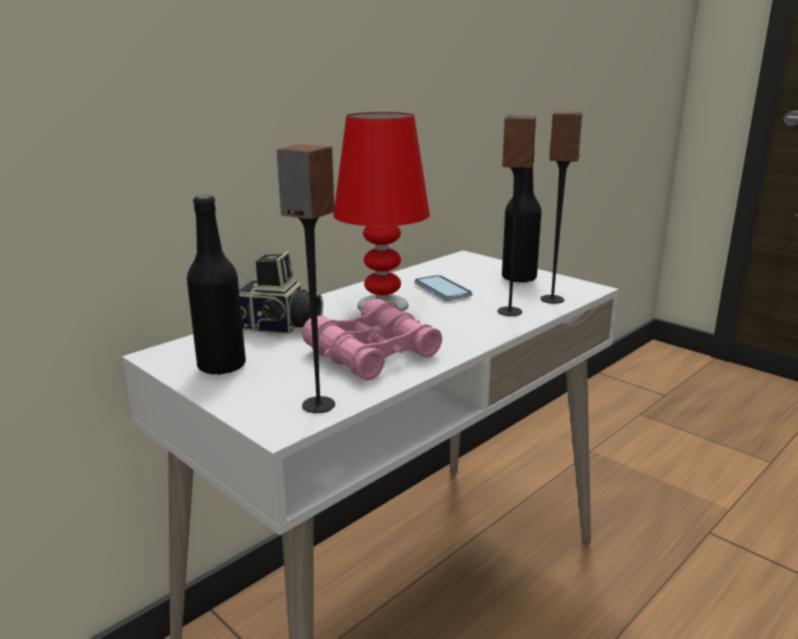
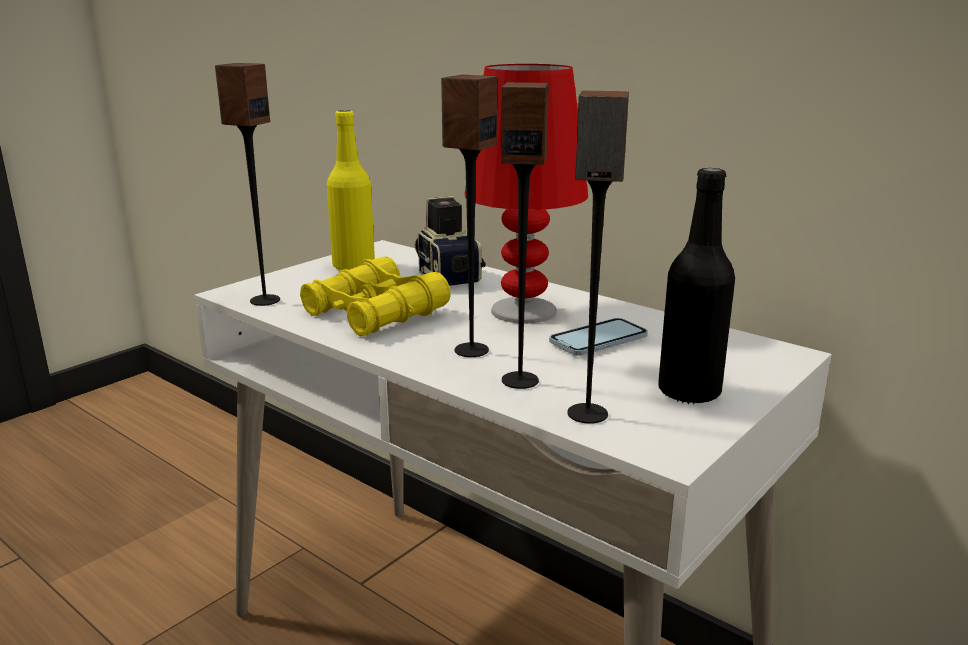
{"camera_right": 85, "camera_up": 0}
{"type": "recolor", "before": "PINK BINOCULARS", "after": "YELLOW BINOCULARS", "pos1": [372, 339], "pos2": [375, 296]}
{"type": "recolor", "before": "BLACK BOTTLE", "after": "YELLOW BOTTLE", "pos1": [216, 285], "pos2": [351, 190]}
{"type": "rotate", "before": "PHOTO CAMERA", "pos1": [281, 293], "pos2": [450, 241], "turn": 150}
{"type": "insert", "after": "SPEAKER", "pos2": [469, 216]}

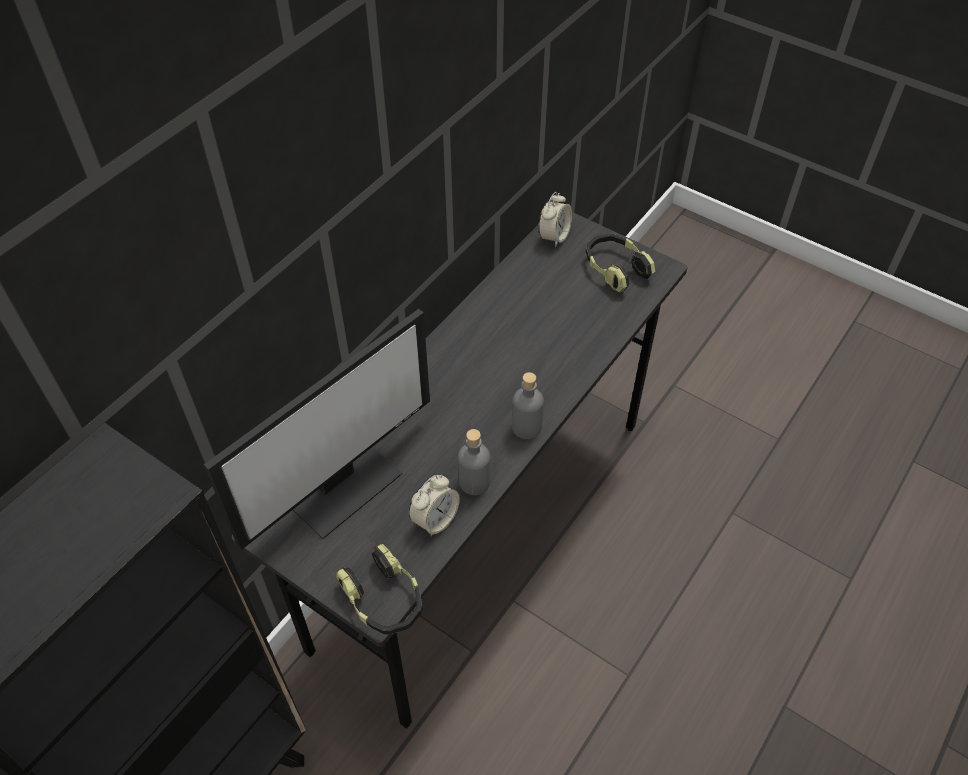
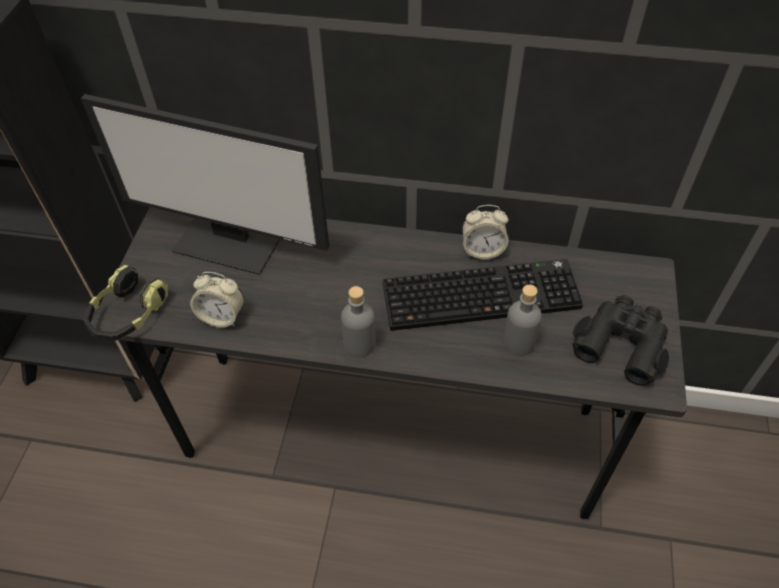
{"camera_right": 65, "camera_up": 0}
{"type": "insert", "after": "KEYBOARD", "pos2": [483, 295]}
{"type": "move", "before": "ALARM CLOCK", "pos1": [555, 219], "pos2": [485, 232]}
{"type": "move", "before": "GREY BOTTLE", "pos1": [474, 462], "pos2": [522, 320]}
{"type": "replace", "before": "HEADPHONES", "after": "BLACK BINOCULARS", "pos1": [620, 263], "pos2": [621, 340]}

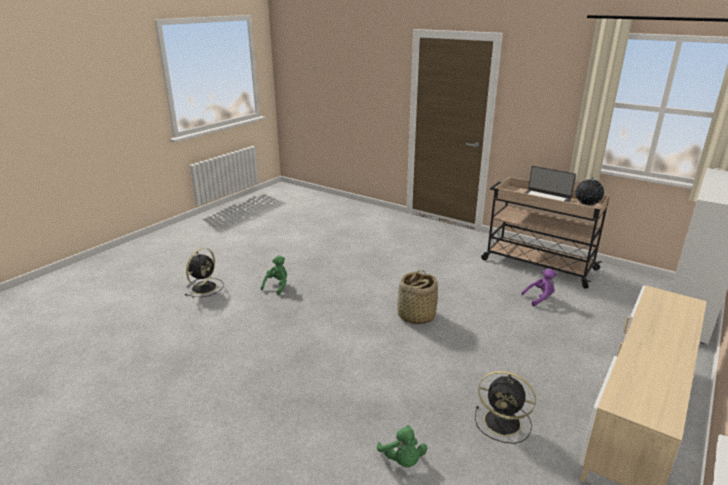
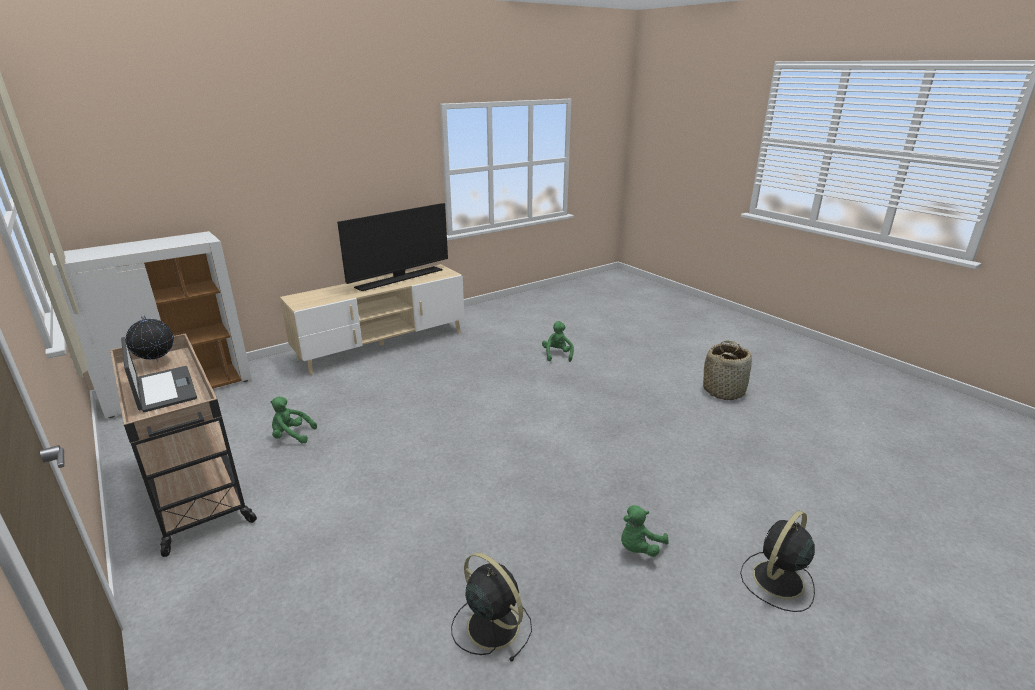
{"camera_right": -160, "camera_up": 0}
{"type": "recolor", "before": "PURPLE PLUSH TOY", "after": "GREEN PLUSH TOY", "pos1": [539, 287], "pos2": [293, 420]}
{"type": "insert", "after": "TELEVISION", "pos2": [392, 247]}
{"type": "move", "before": "BLACK FAN", "pos1": [505, 407], "pos2": [491, 607]}
{"type": "move", "before": "BASKET", "pos1": [417, 297], "pos2": [727, 370]}

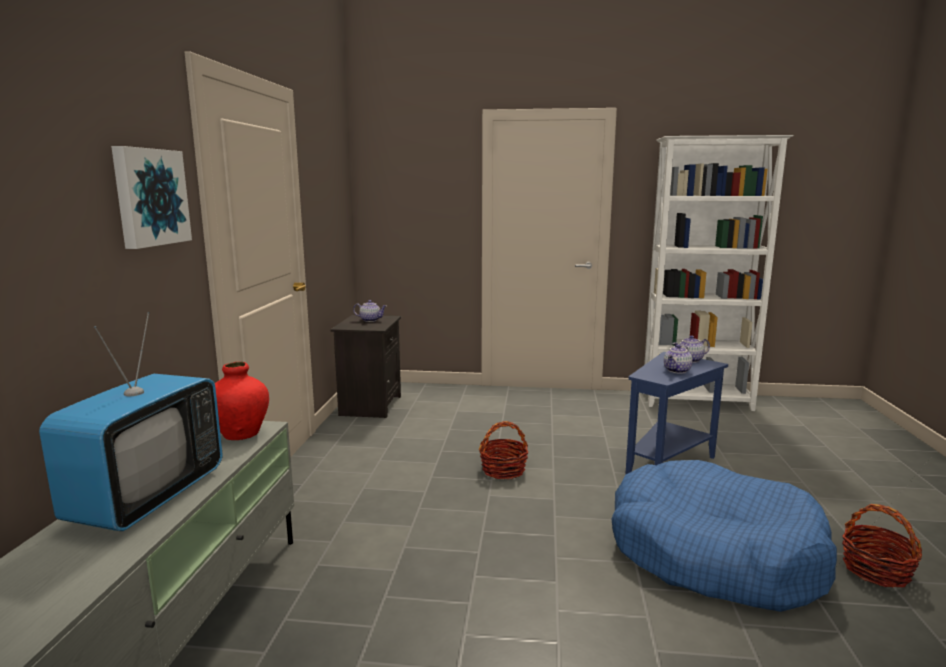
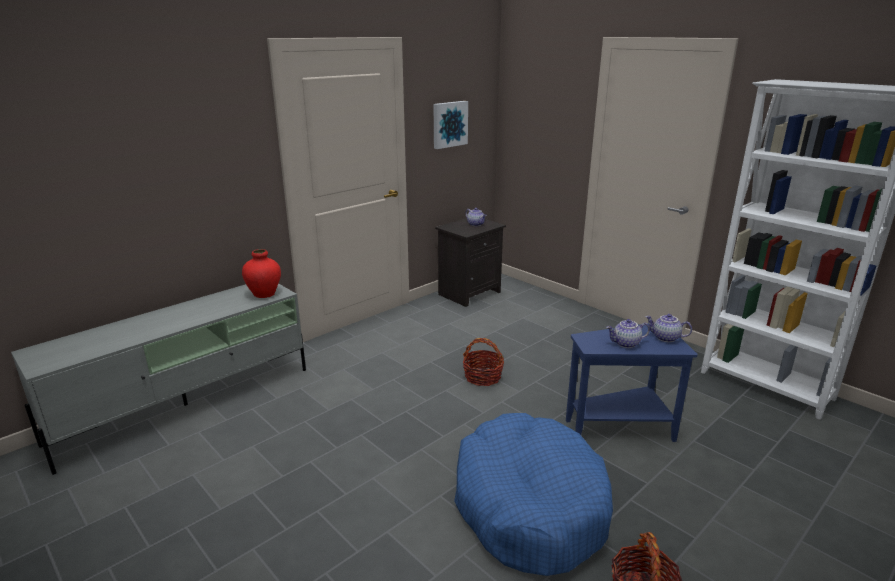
{"camera_right": 40, "camera_up": 10}
{"type": "move", "before": "PICTURE", "pos1": [151, 197], "pos2": [451, 125]}
{"type": "delete", "before": "TELEVISION", "pos1": [131, 421]}

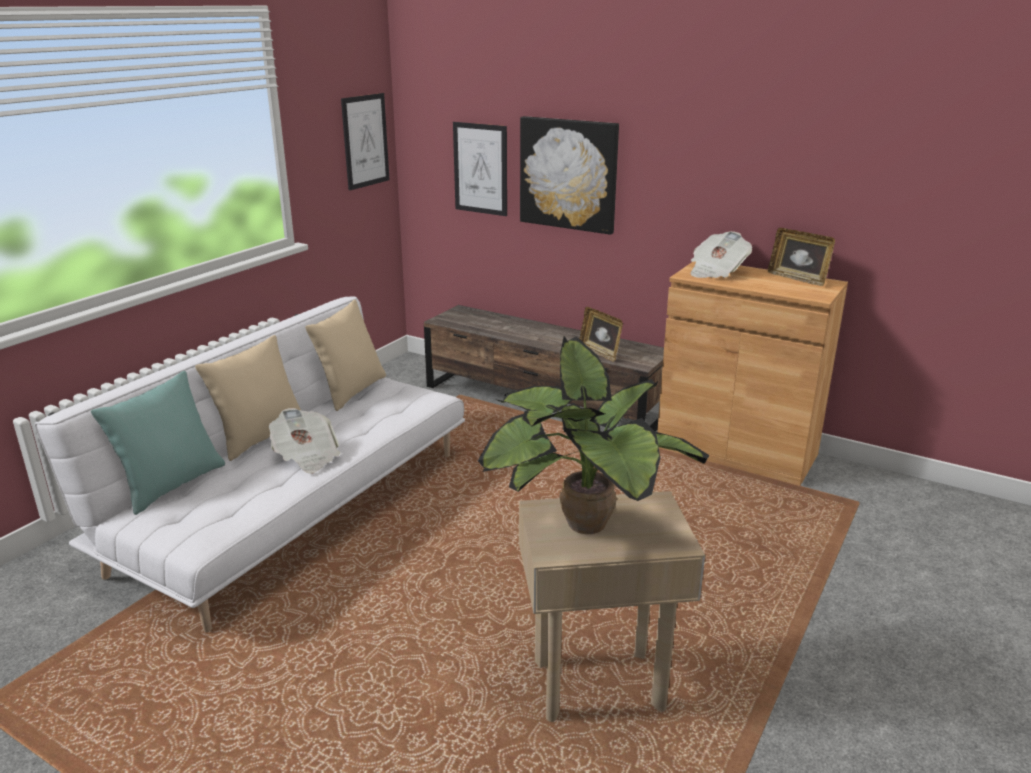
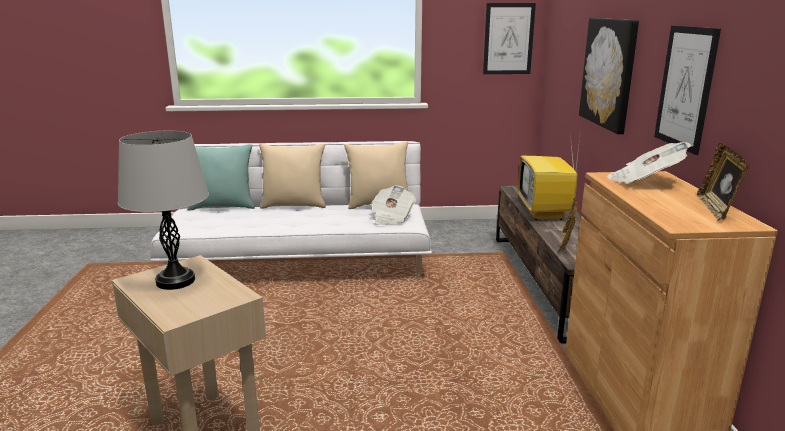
{"camera_right": 55, "camera_up": -5}
{"type": "replace", "before": "POTTED PLANT", "after": "GREY TABLE LAMP", "pos1": [594, 435], "pos2": [163, 210]}
{"type": "move", "before": "NEWSPAPER", "pos1": [305, 441], "pos2": [393, 205]}
{"type": "insert", "after": "TELEVISION", "pos2": [549, 177]}
{"type": "move", "before": "PICTURE", "pos1": [480, 169], "pos2": [687, 90]}

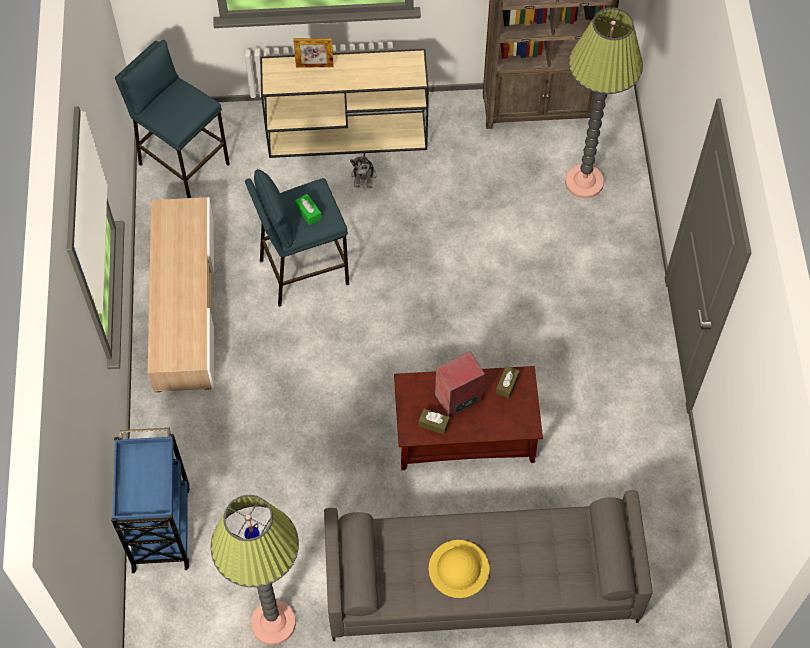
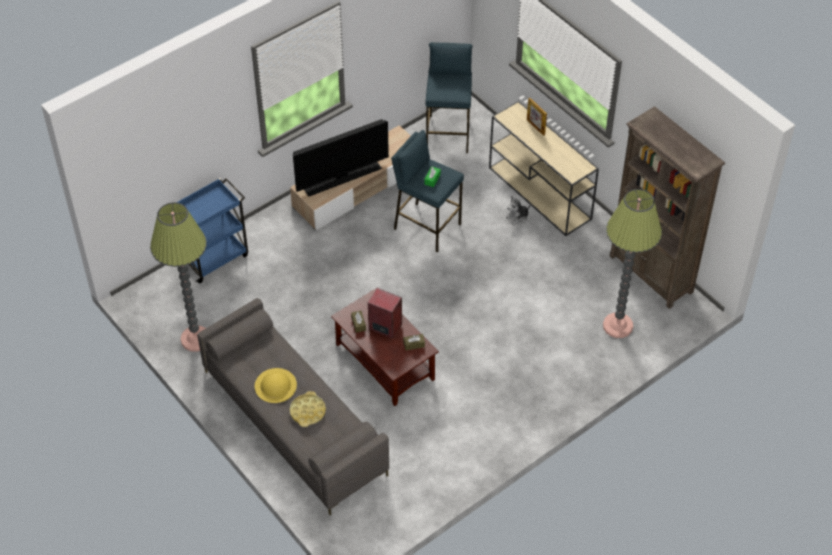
{"camera_right": 55, "camera_up": -10}
{"type": "insert", "after": "YELLOW TRAY", "pos2": [308, 409]}
{"type": "insert", "after": "TELEVISION", "pos2": [341, 158]}

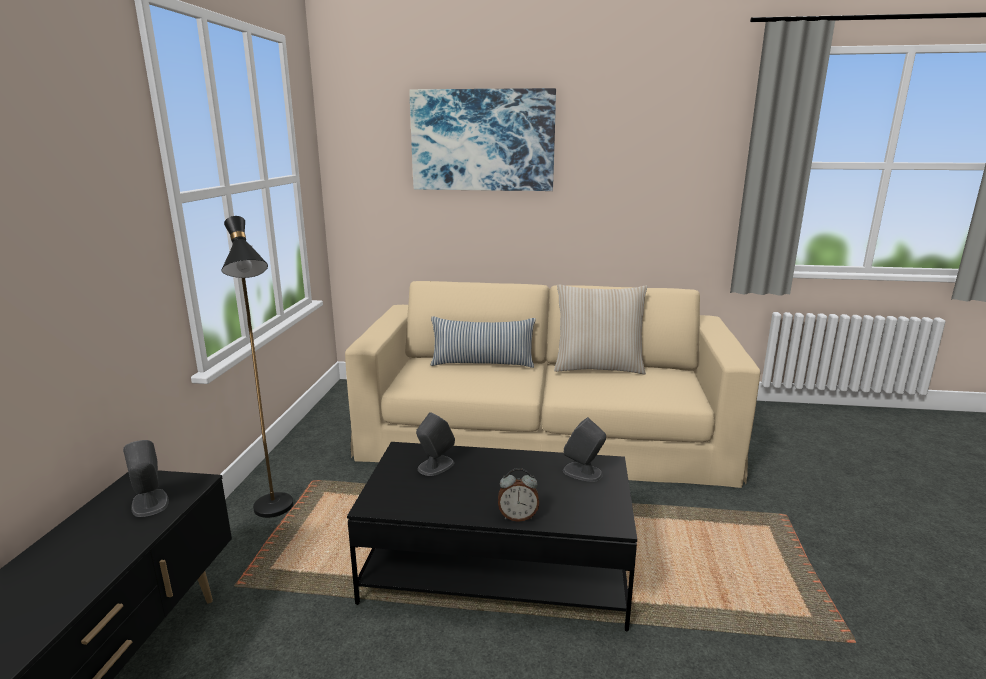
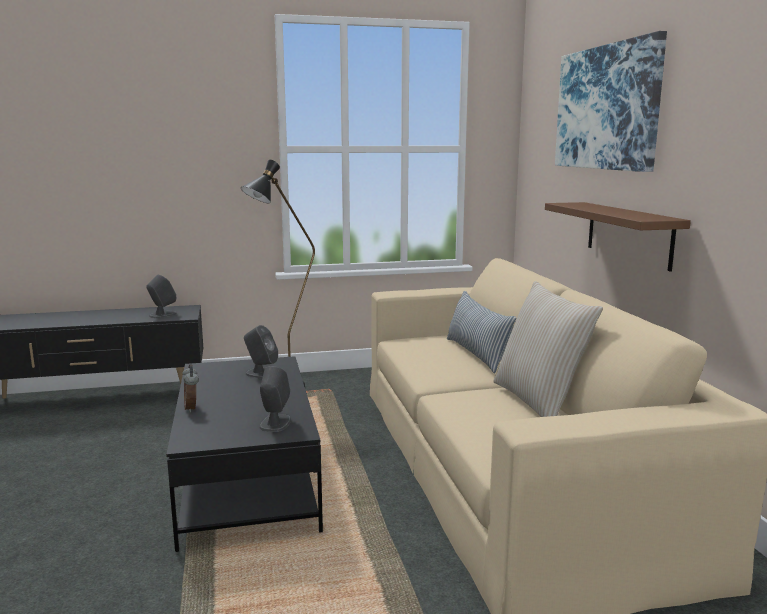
{"camera_right": 70, "camera_up": -5}
{"type": "insert", "after": "BROWN SHELF", "pos2": [618, 237]}

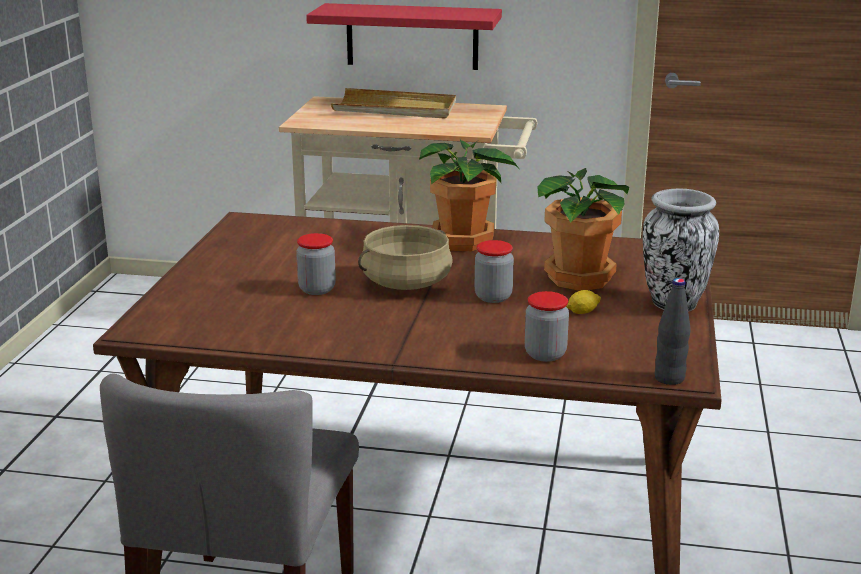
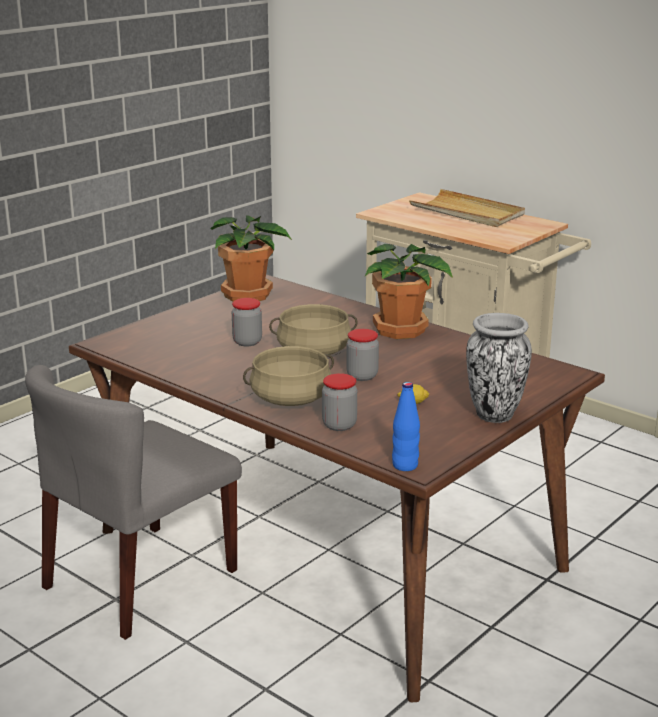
{"camera_right": 30, "camera_up": 0}
{"type": "move", "before": "POTTED PLANT", "pos1": [583, 229], "pos2": [251, 258]}
{"type": "insert", "after": "BEIGE COOKING POT", "pos2": [288, 376]}
{"type": "recolor", "before": "BLACK BOTTLE", "after": "BLUE BOTTLE", "pos1": [673, 331], "pos2": [406, 426]}
{"type": "delete", "before": "RED SHELF", "pos1": [404, 36]}

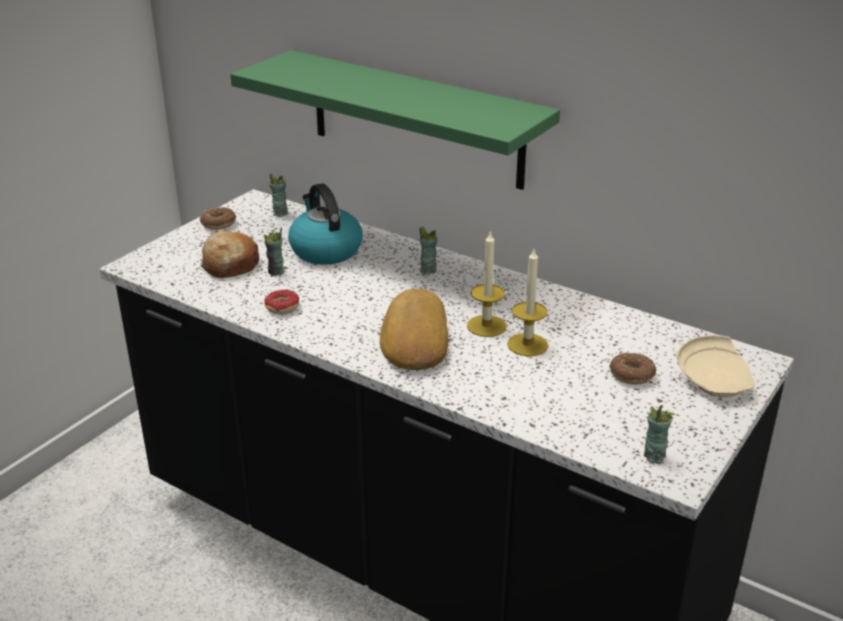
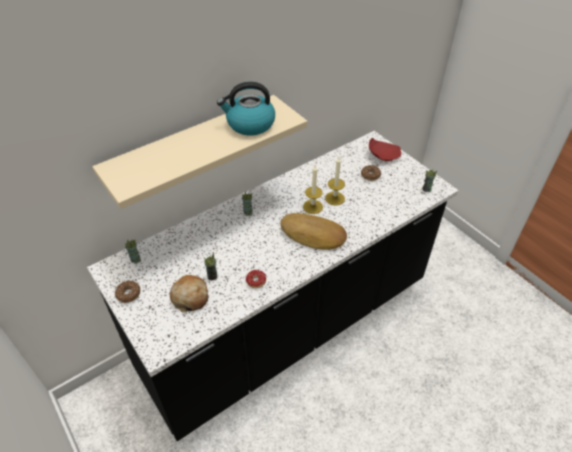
{"camera_right": -70, "camera_up": 15}
{"type": "recolor", "before": "GREEN SHELF", "after": "BEIGE SHELF", "pos1": [395, 120], "pos2": [199, 152]}
{"type": "move", "before": "KETTLE", "pos1": [325, 224], "pos2": [246, 108]}
{"type": "recolor", "before": "BEIGE PLATE", "after": "RED PLATE", "pos1": [716, 366], "pos2": [385, 149]}

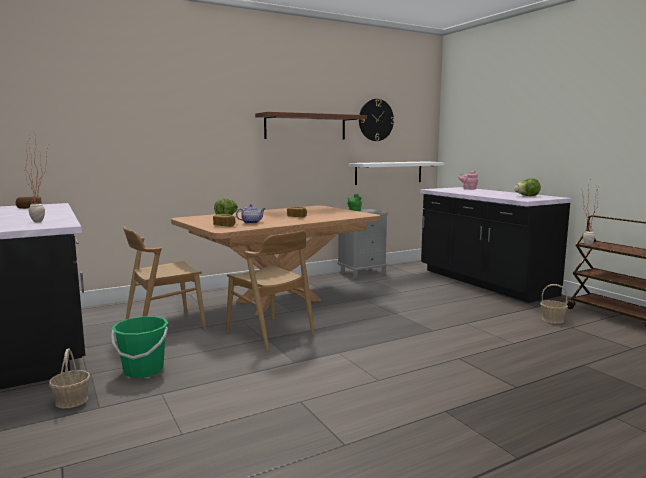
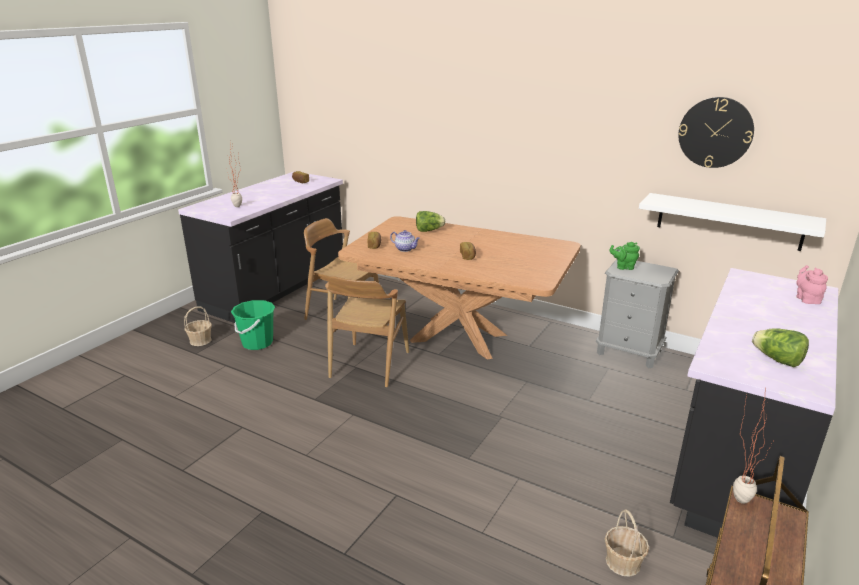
{"camera_right": 60, "camera_up": 15}
{"type": "delete", "before": "BROWN SHELF", "pos1": [311, 125]}

